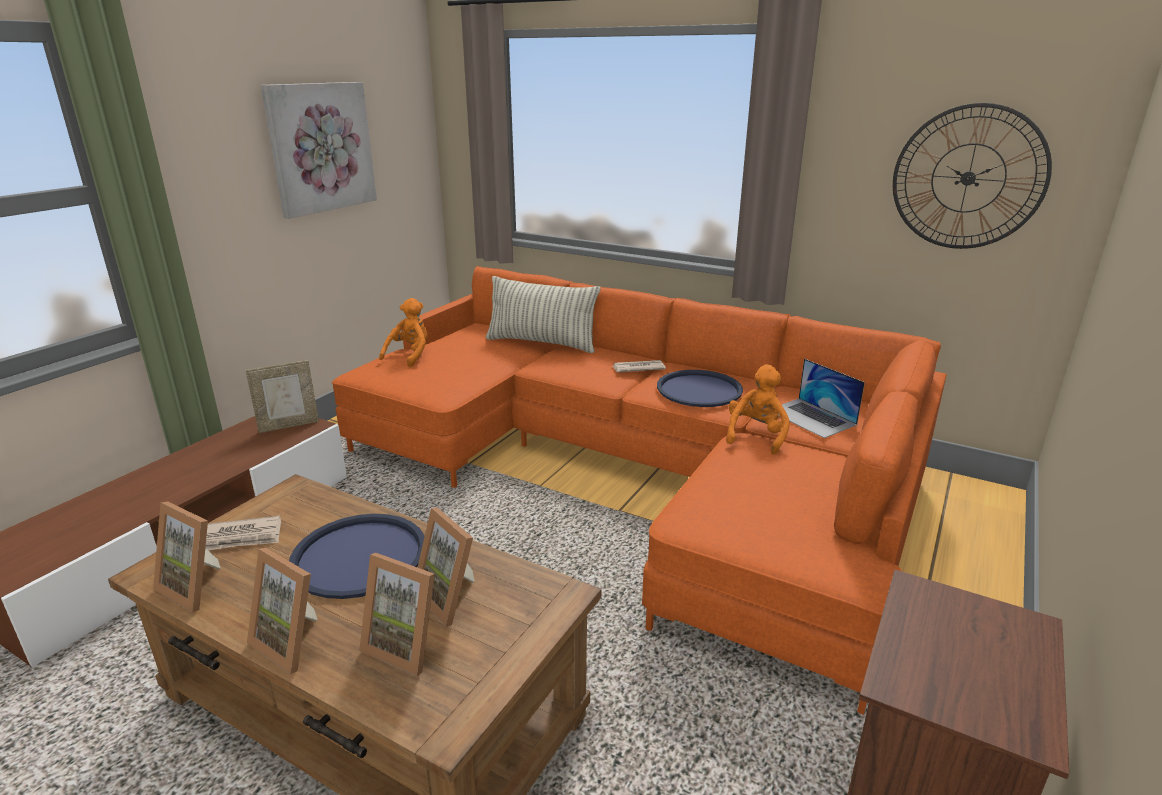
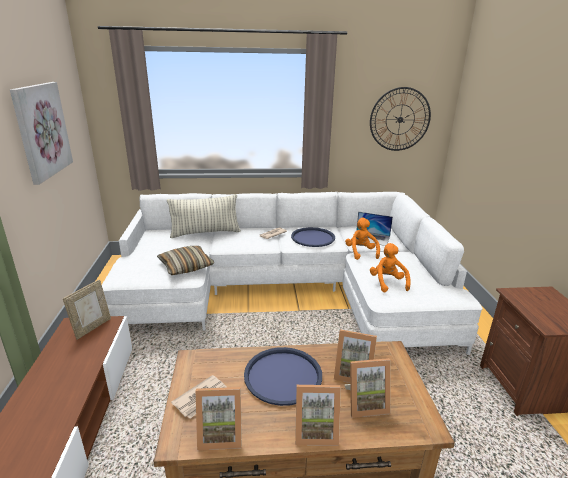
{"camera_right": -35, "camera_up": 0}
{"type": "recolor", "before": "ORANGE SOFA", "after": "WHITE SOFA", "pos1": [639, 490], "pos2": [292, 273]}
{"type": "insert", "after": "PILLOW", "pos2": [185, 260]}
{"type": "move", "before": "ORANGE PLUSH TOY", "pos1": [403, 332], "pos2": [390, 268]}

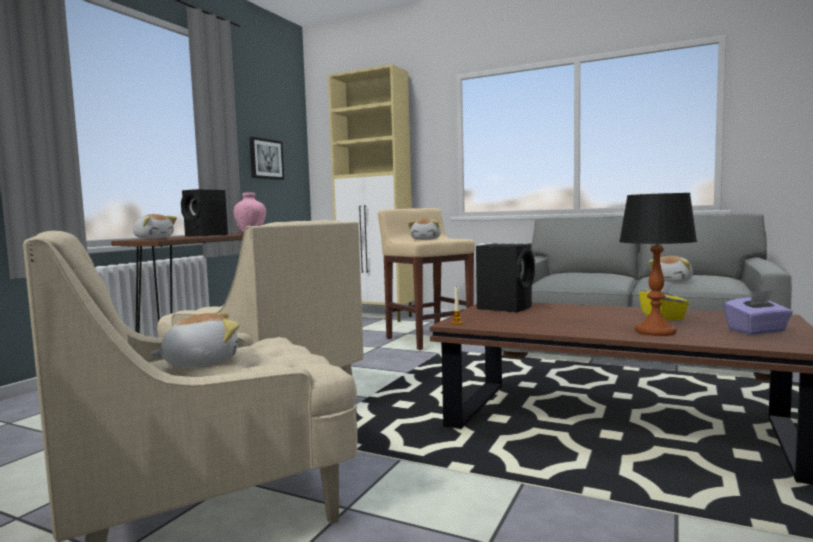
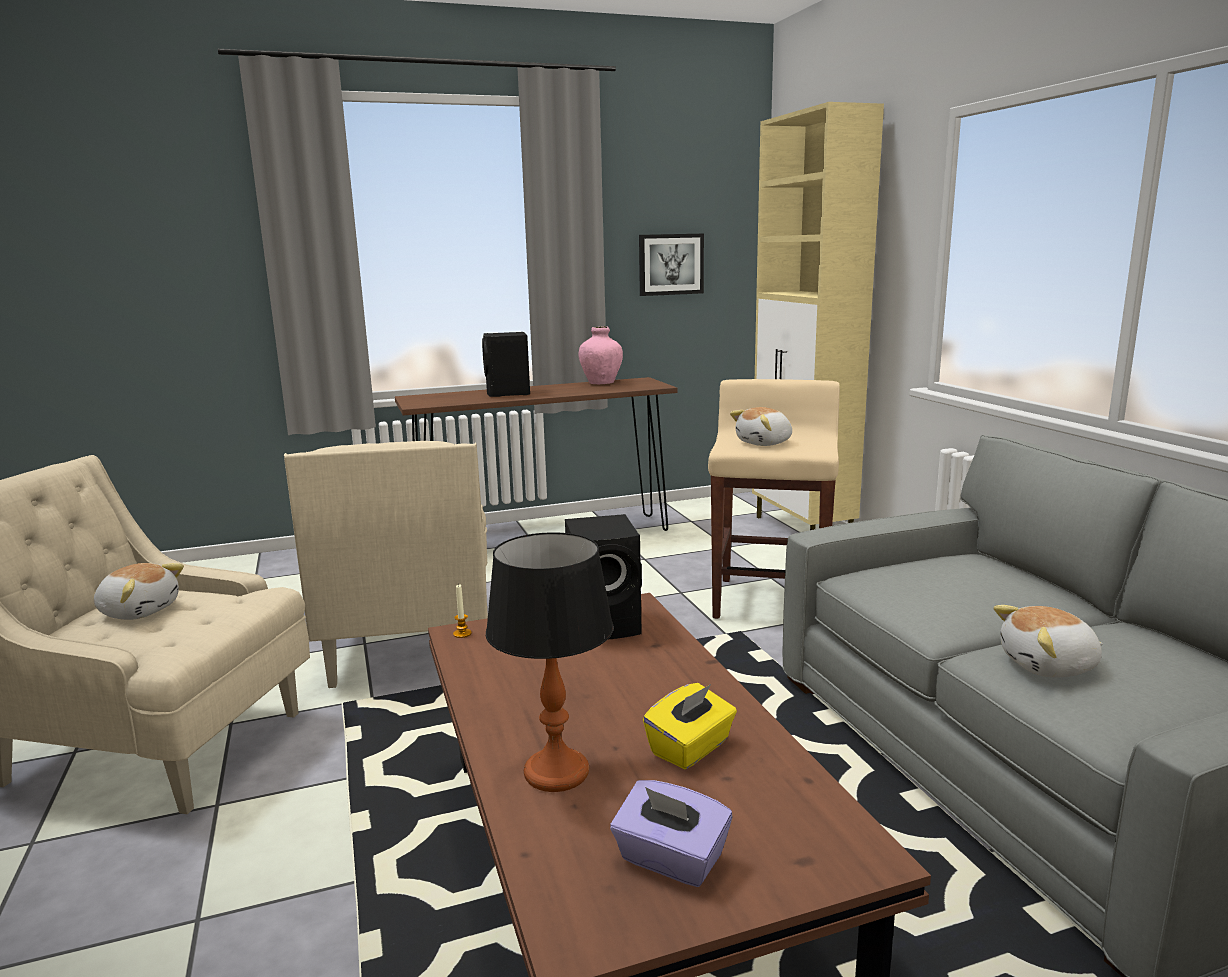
{"camera_right": 45, "camera_up": 10}
{"type": "delete", "before": "PLUSH TOY", "pos1": [155, 226]}

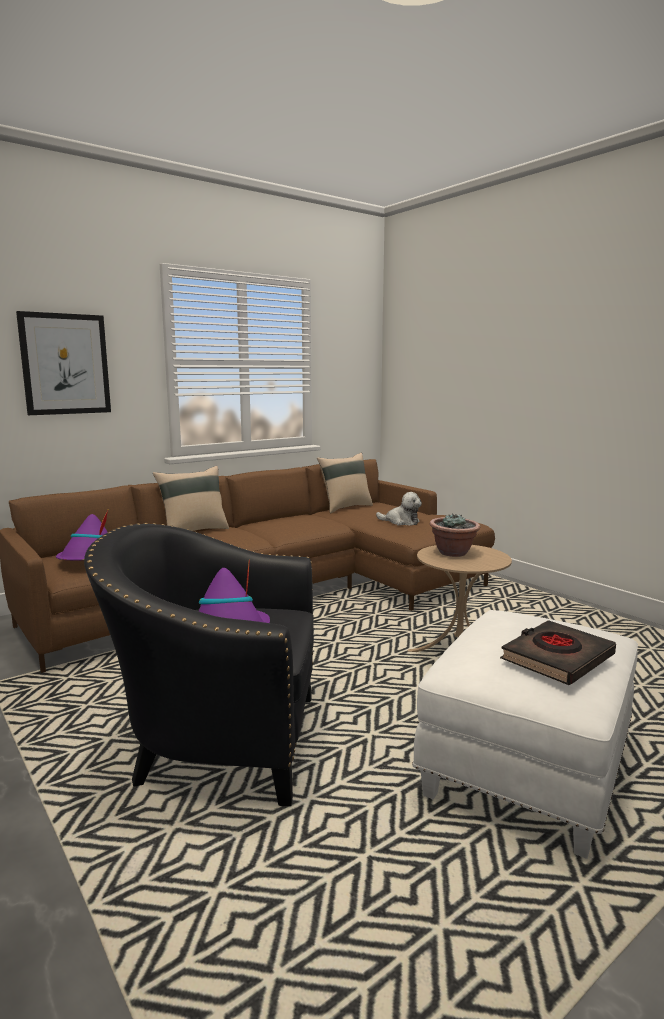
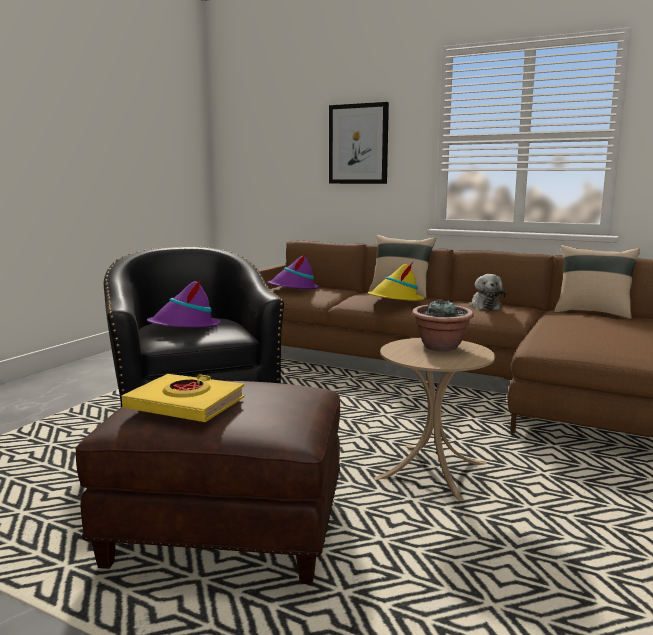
{"camera_right": 65, "camera_up": 0}
{"type": "recolor", "before": "WHITE OTTOMAN", "after": "BROWN OTTOMAN", "pos1": [525, 734], "pos2": [207, 482]}
{"type": "recolor", "before": "BLACK BOOK", "after": "YELLOW BOOK", "pos1": [558, 652], "pos2": [183, 398]}
{"type": "insert", "after": "YELLOW HAT", "pos2": [396, 281]}
{"type": "move", "before": "PLUSH TOY", "pos1": [399, 509], "pos2": [488, 292]}

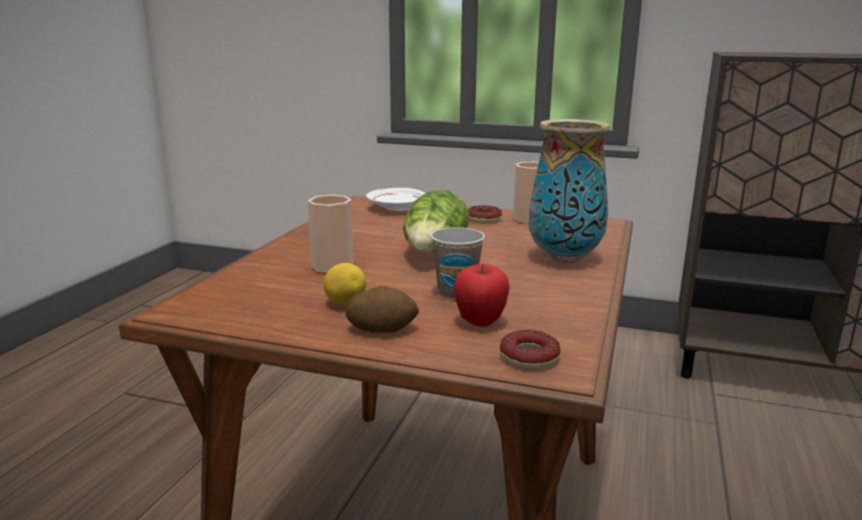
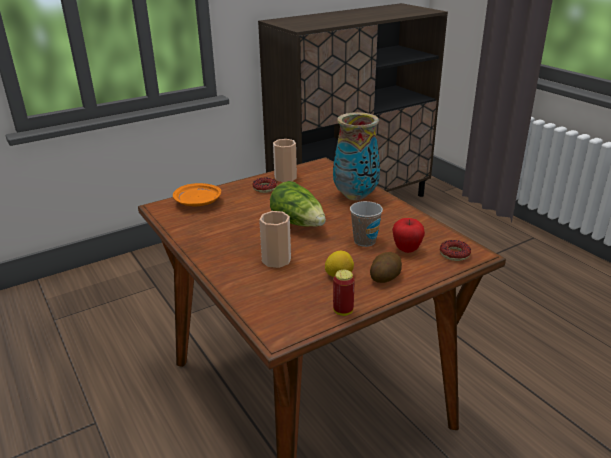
{"camera_right": -50, "camera_up": 10}
{"type": "recolor", "before": "WHITE PLATE", "after": "ORANGE PLATE", "pos1": [395, 199], "pos2": [197, 195]}
{"type": "insert", "after": "CAN", "pos2": [344, 293]}

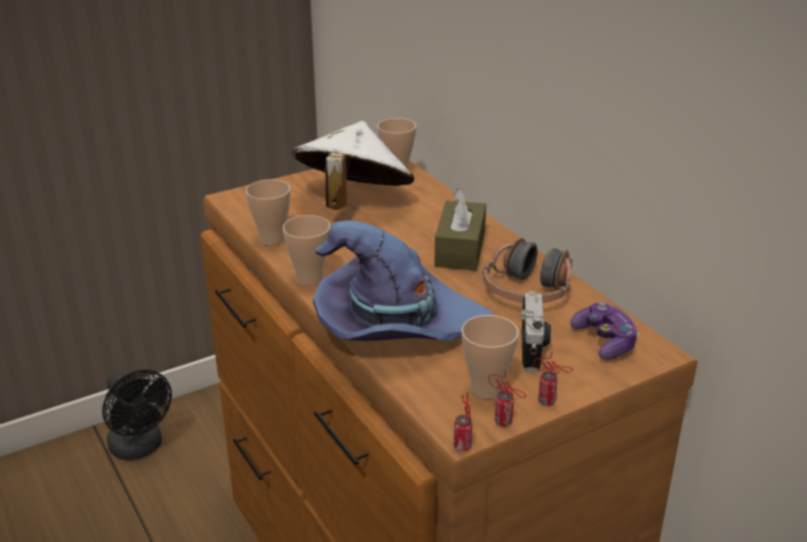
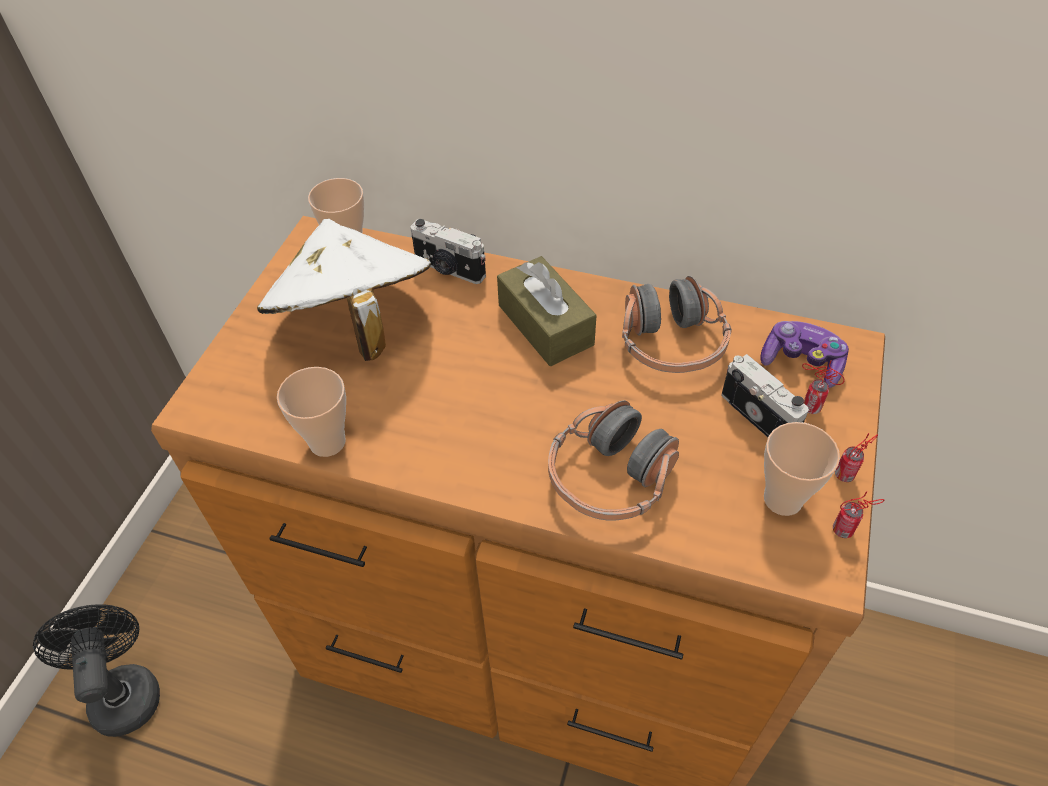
{"camera_right": -40, "camera_up": 20}
{"type": "rotate", "before": "BLACK FAN", "pos1": [137, 415], "pos2": [96, 670], "turn": -120}
{"type": "insert", "after": "PHOTO CAMERA", "pos2": [448, 251]}
{"type": "replace", "before": "PURPLE HAT", "after": "HEADPHONES", "pos1": [403, 280], "pos2": [613, 460]}
{"type": "move", "before": "CAN", "pos1": [463, 421], "pos2": [823, 387]}
{"type": "delete", "before": "CUP", "pos1": [306, 250]}

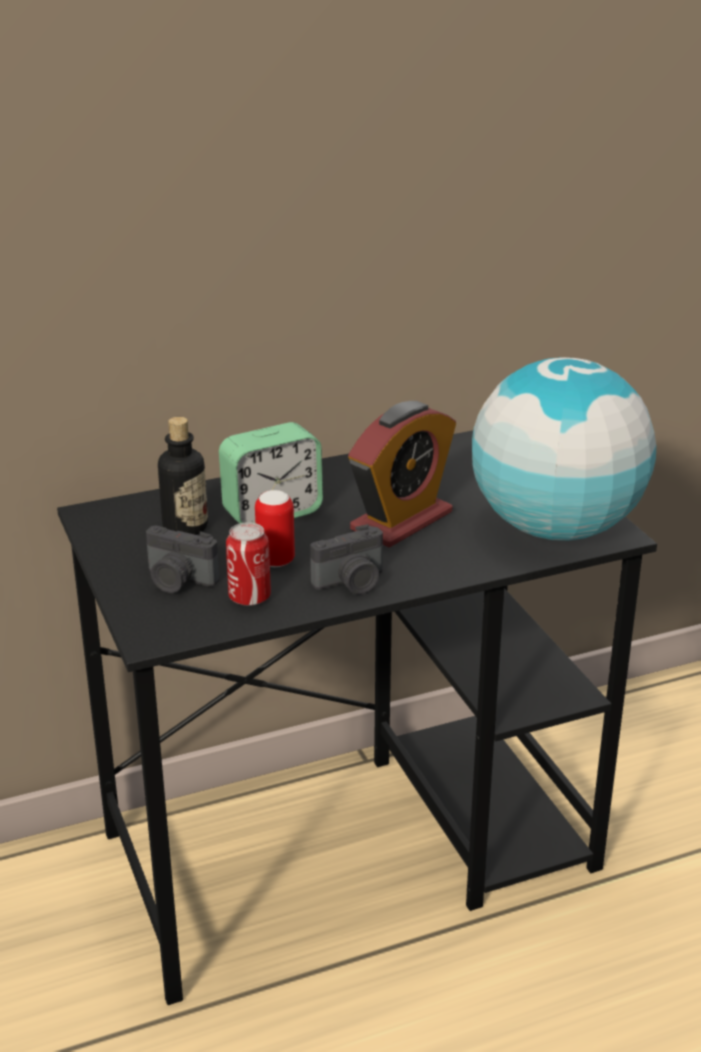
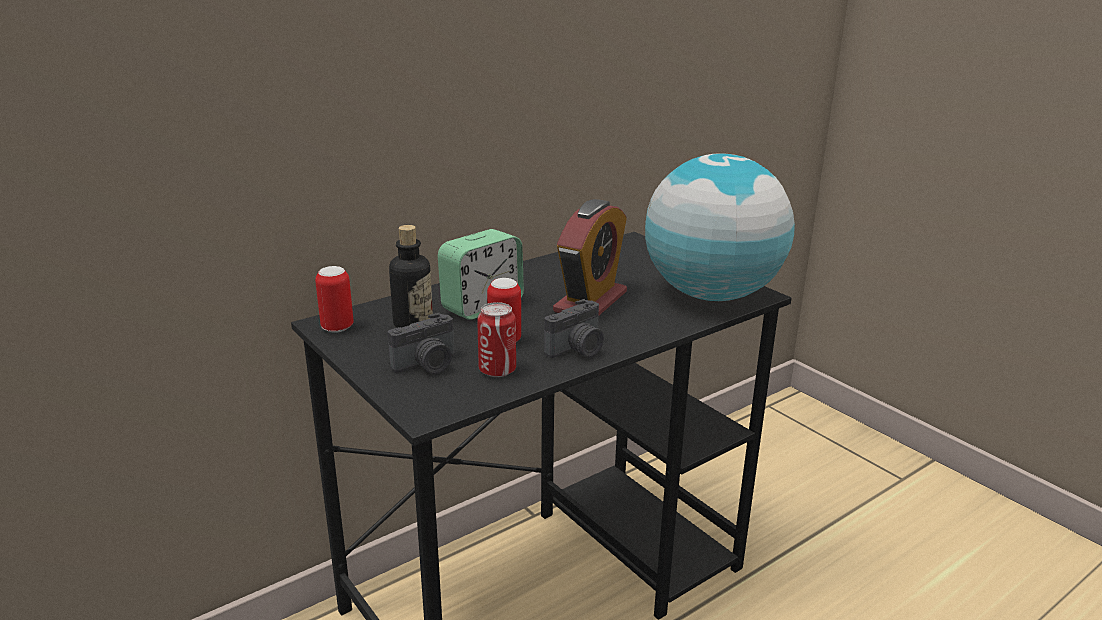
{"camera_right": -15, "camera_up": -5}
{"type": "insert", "after": "CAN", "pos2": [334, 299]}
{"type": "rotate", "before": "PHOTO CAMERA", "pos1": [182, 559], "pos2": [421, 343], "turn": -45}

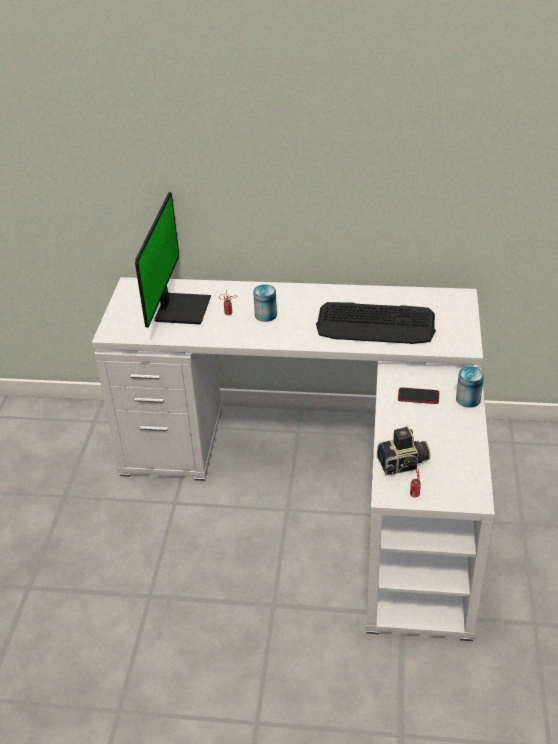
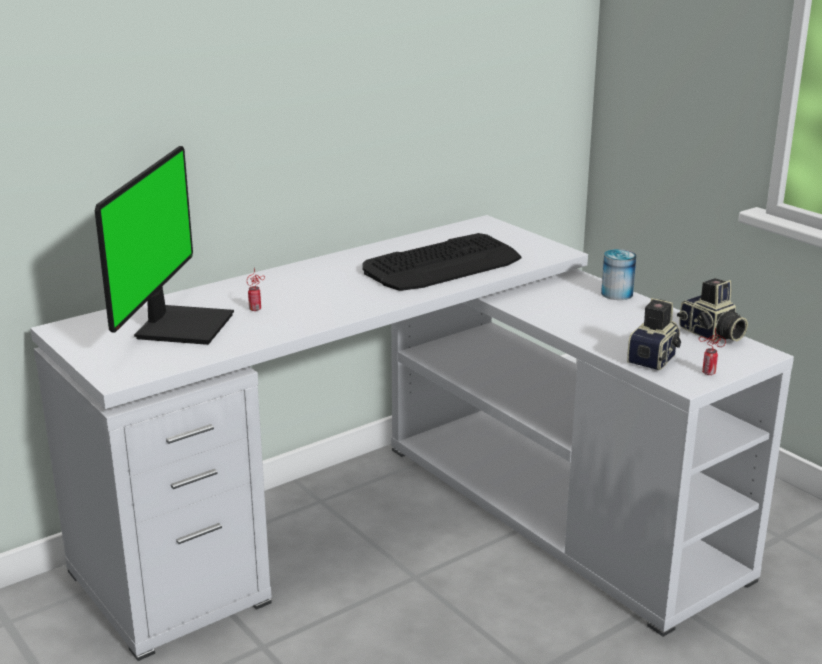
{"camera_right": -45, "camera_up": -15}
{"type": "rotate", "before": "MONITOR", "pos1": [173, 260], "pos2": [164, 245], "turn": 45}
{"type": "insert", "after": "PHOTO CAMERA", "pos2": [712, 309]}
{"type": "delete", "before": "CAN", "pos1": [265, 303]}
{"type": "delete", "before": "PHONE", "pos1": [418, 395]}

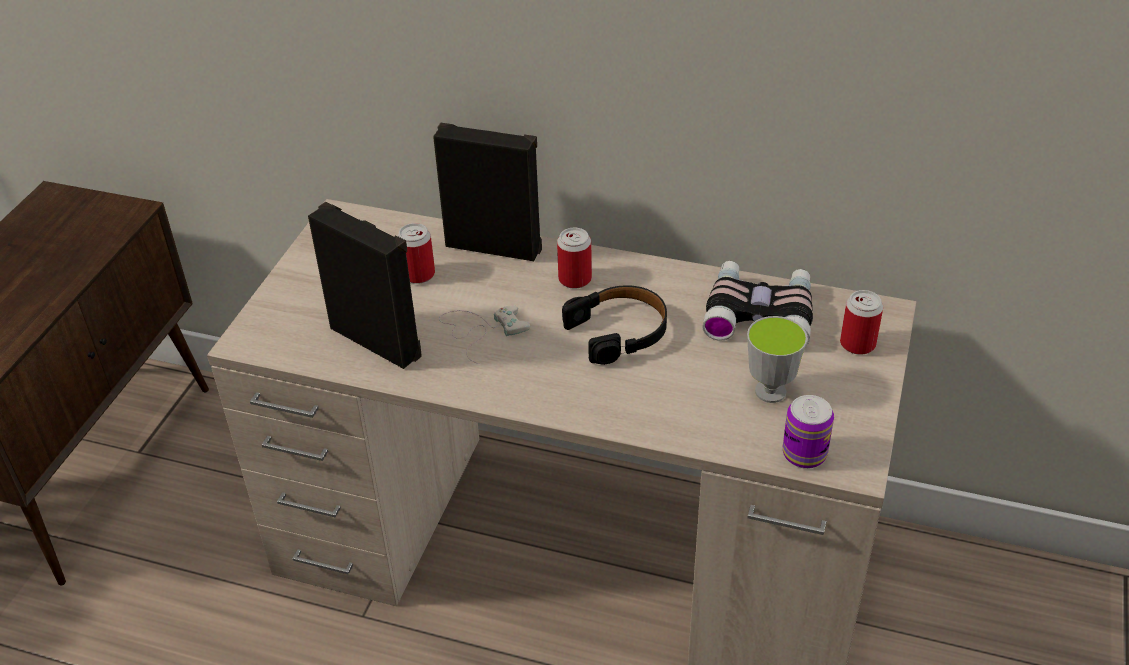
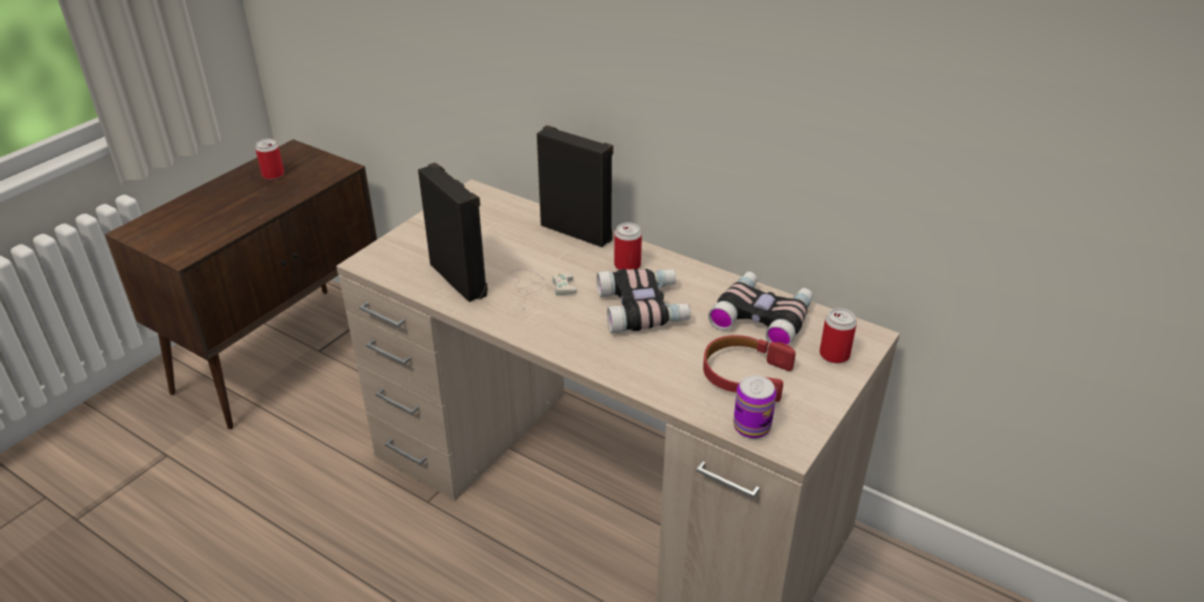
{"camera_right": 15, "camera_up": -5}
{"type": "move", "before": "CAN", "pos1": [416, 253], "pos2": [269, 159]}
{"type": "replace", "before": "BLACK HEADPHONES", "after": "BINOCULARS", "pos1": [614, 325], "pos2": [644, 301]}
{"type": "replace", "before": "CUP", "after": "RED HEADPHONES", "pos1": [777, 359], "pos2": [749, 368]}

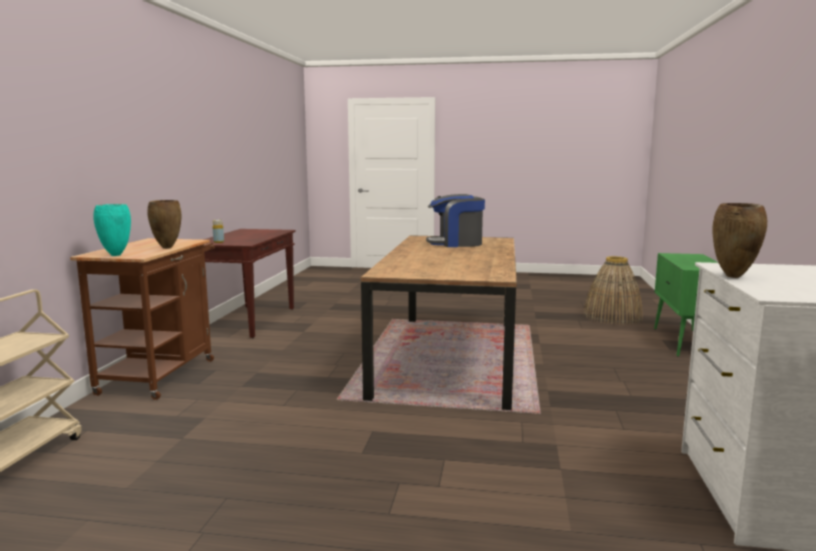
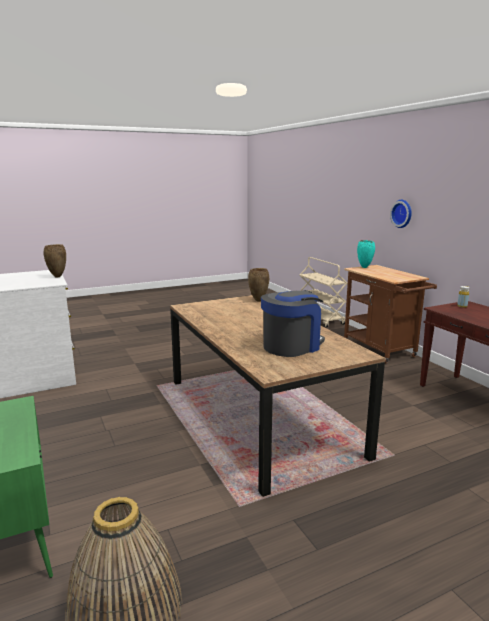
{"camera_right": 145, "camera_up": 5}
{"type": "move", "before": "BROWN VASE", "pos1": [164, 224], "pos2": [258, 284]}
{"type": "insert", "after": "WALL CLOCK", "pos2": [401, 214]}

